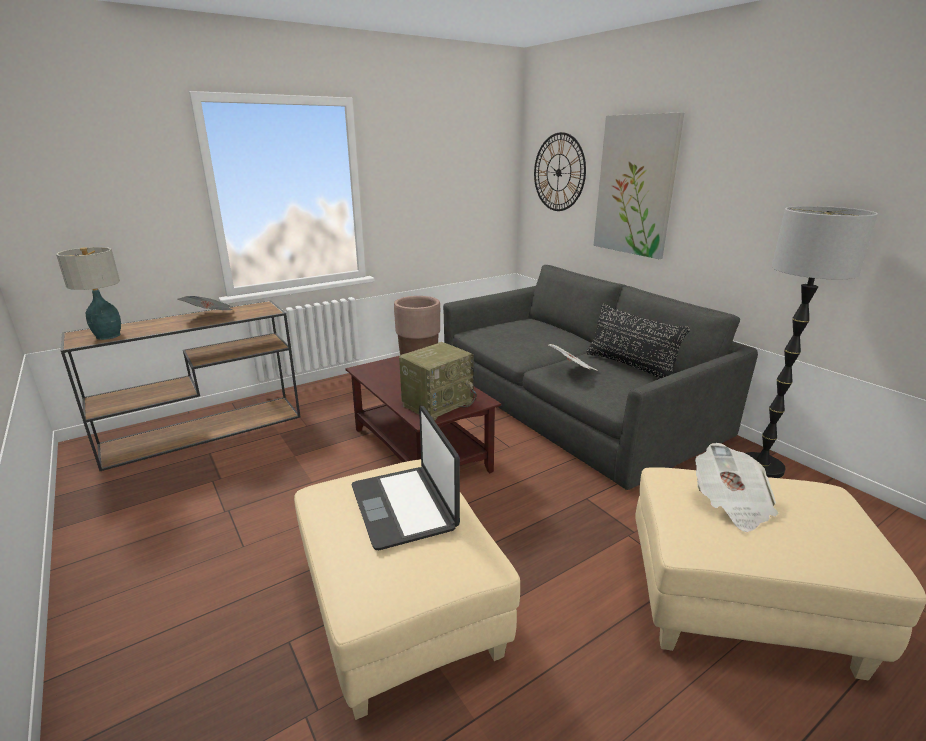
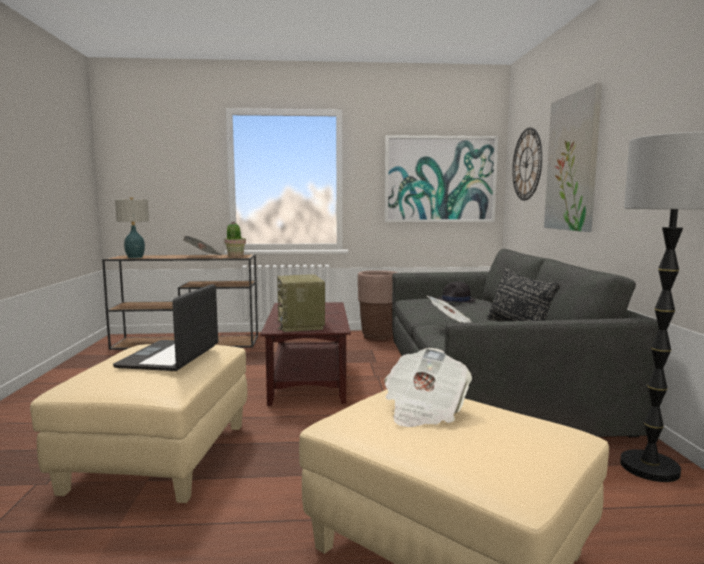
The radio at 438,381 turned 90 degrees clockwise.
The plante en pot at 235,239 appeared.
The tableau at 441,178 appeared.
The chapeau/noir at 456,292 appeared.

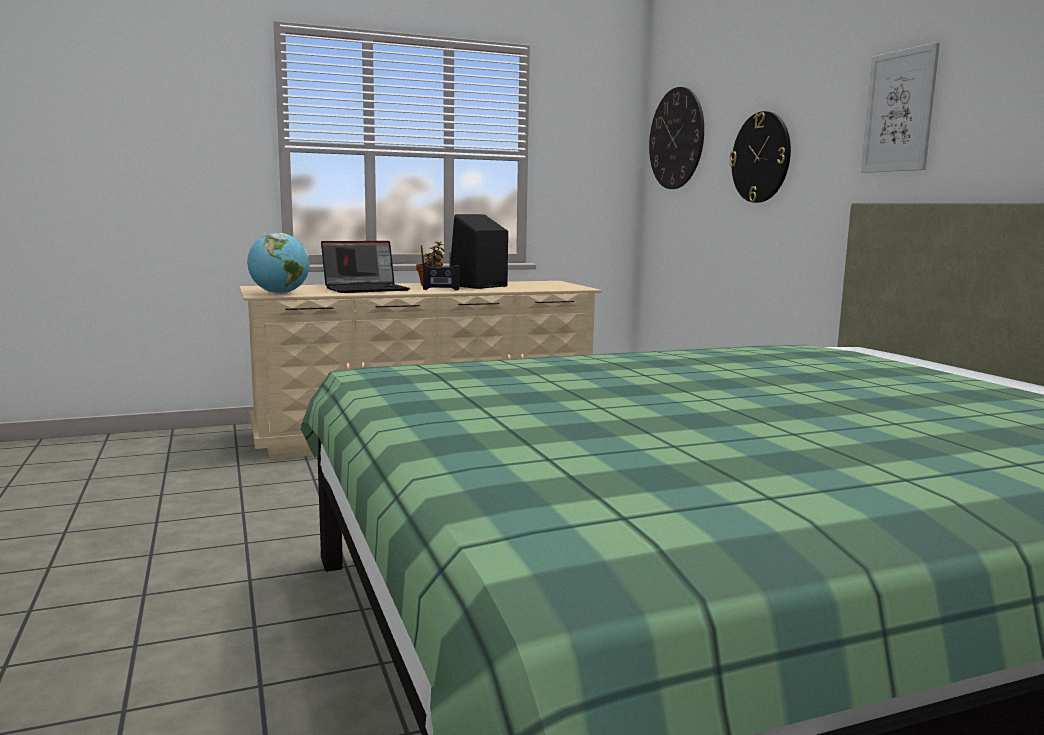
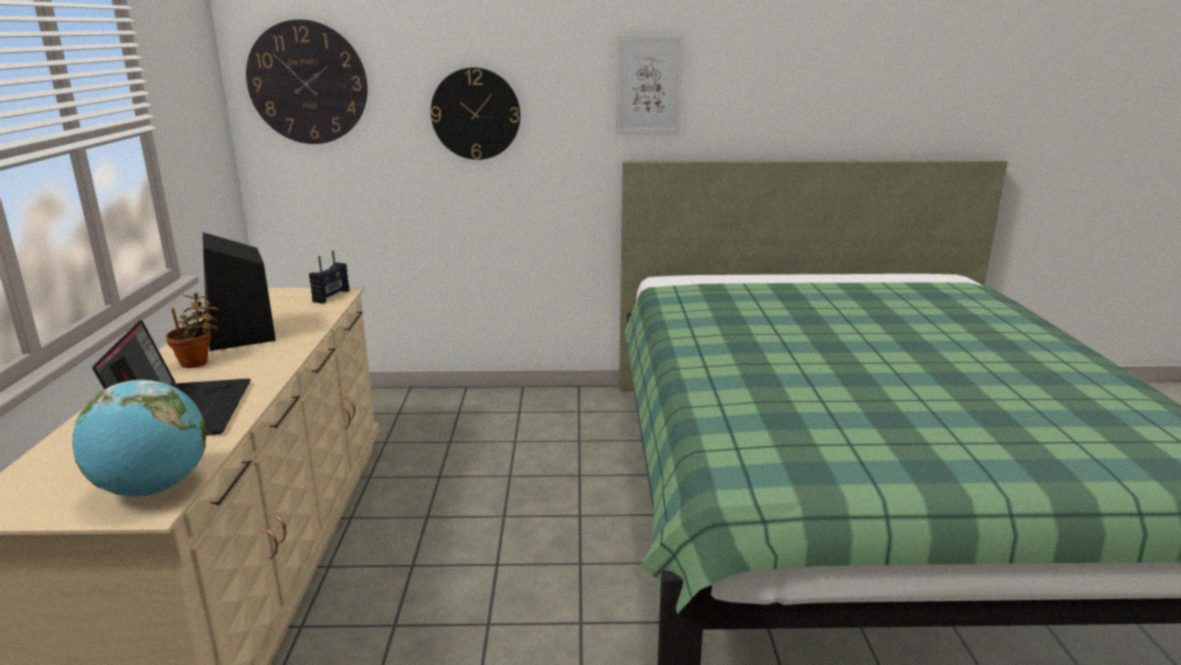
The radio moved from 441,271 to 329,277.

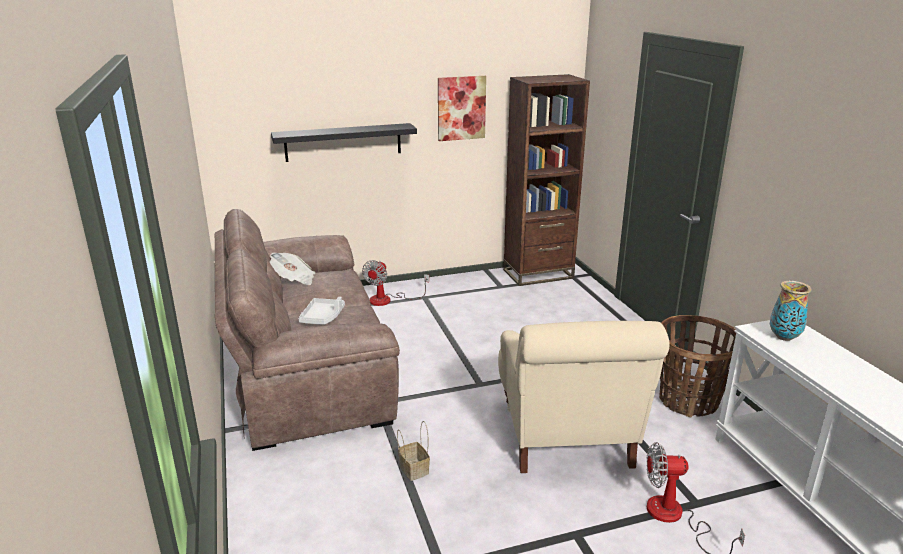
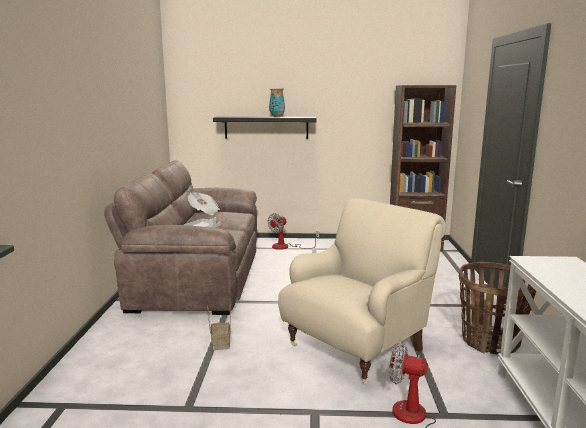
The tableau at 462,108 disappeared.
The fauteuil/beige at 584,397 turned 150 degrees counterclockwise.
The vase moved from 790,311 to 277,103.

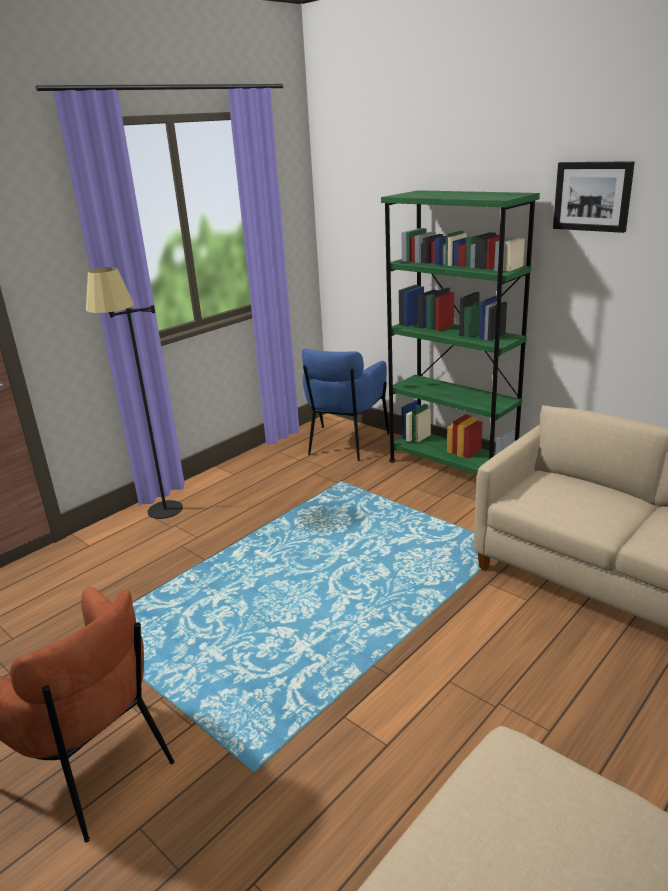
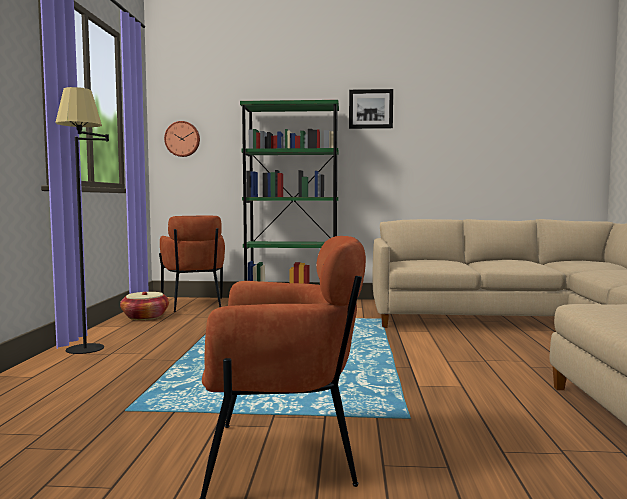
The fauteuil/bleu at 346,405 became the fauteuil/marron at 192,264.
The panier at 144,306 appeared.
The horloge murale at 182,139 appeared.

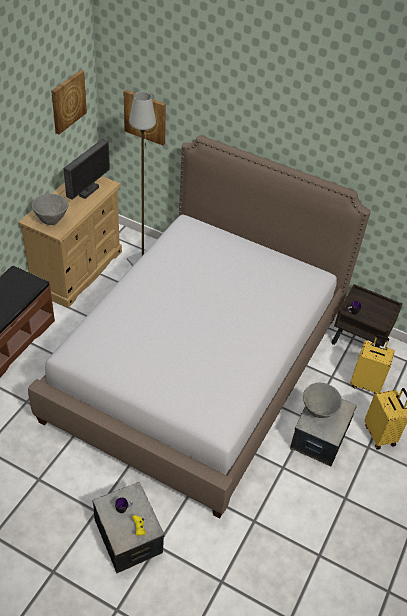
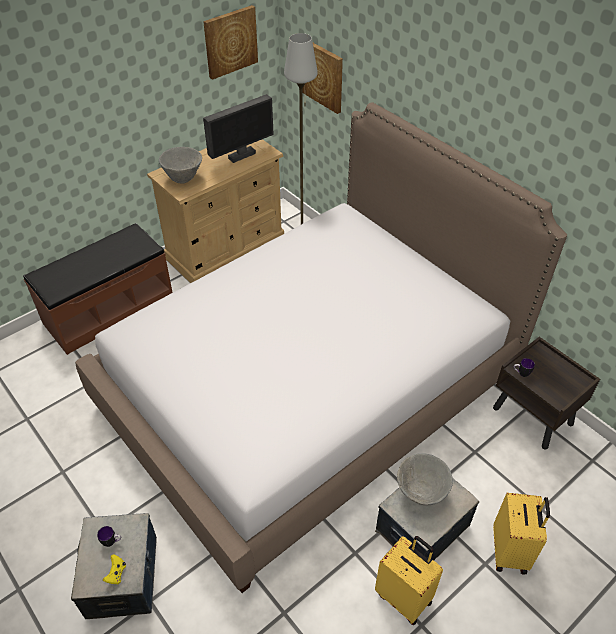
The valise/jaune moved from 372,364 to 409,580.

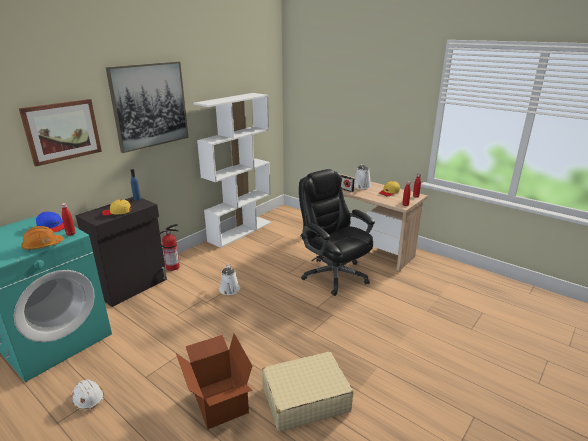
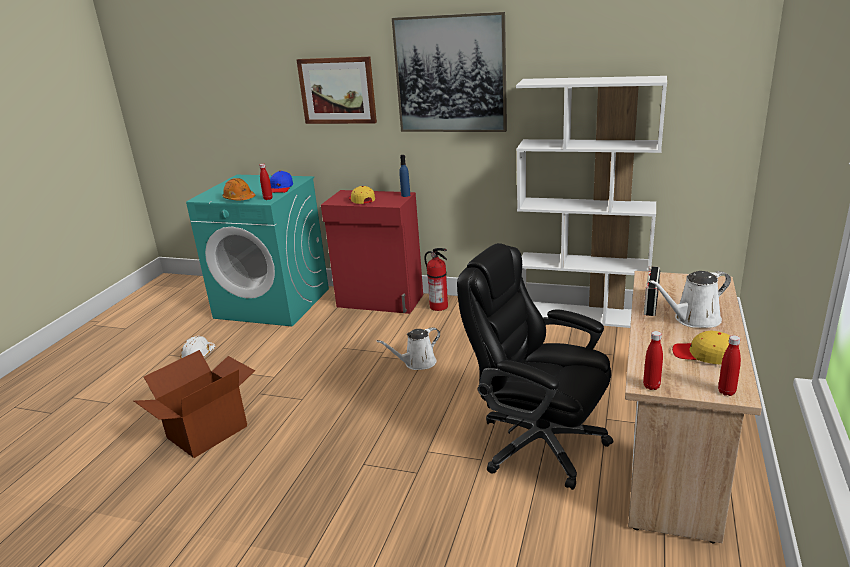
The meuble de rangement/noir at 121,252 became the meuble de rangement/rouge at 372,252.
The valise/beige at 307,392 disappeared.
The chaise de bureau/noir at 337,232 turned 90 degrees counterclockwise.

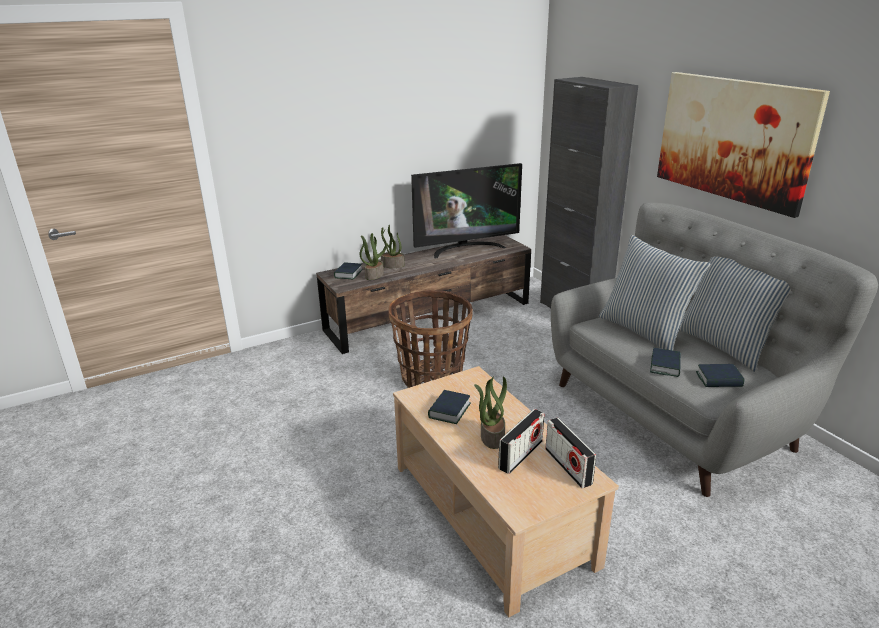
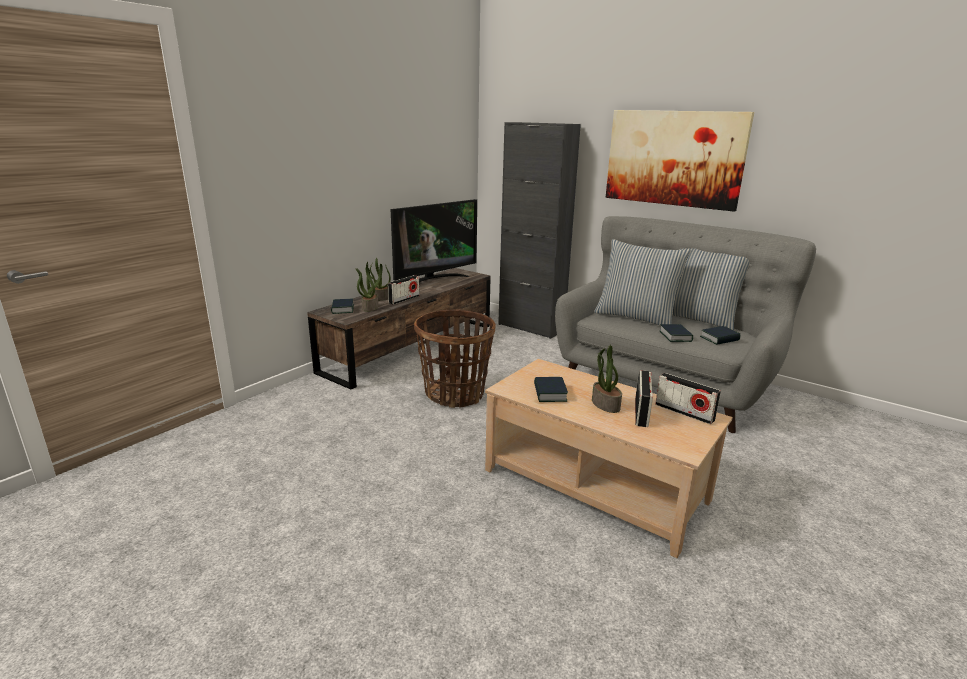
The radio at 404,290 appeared.

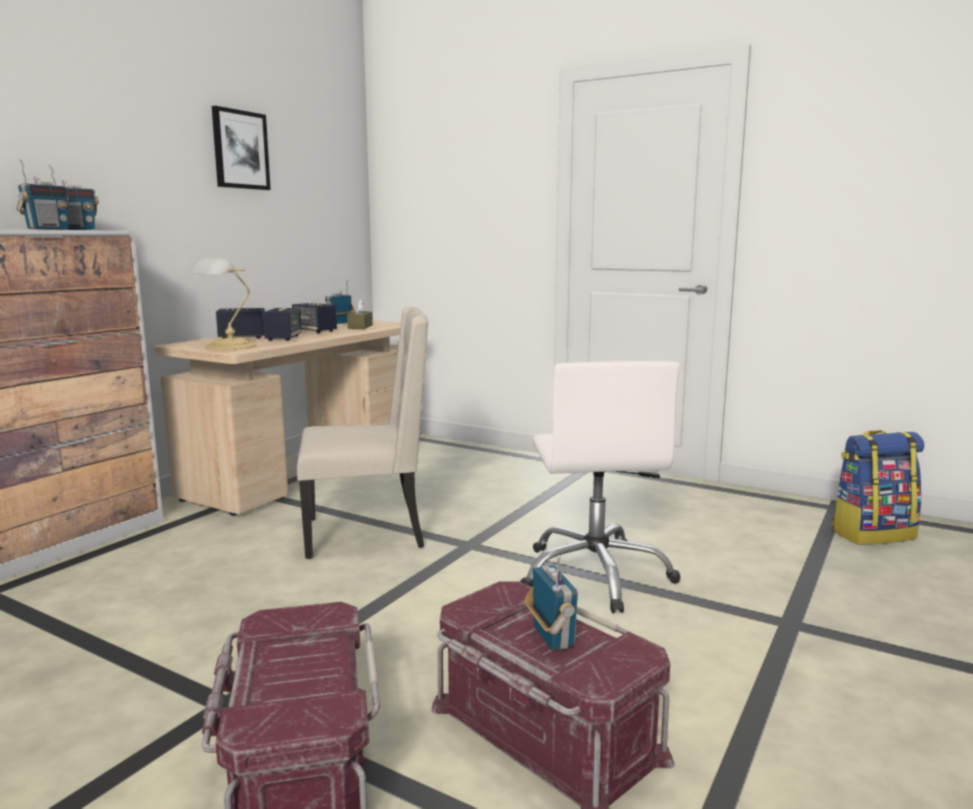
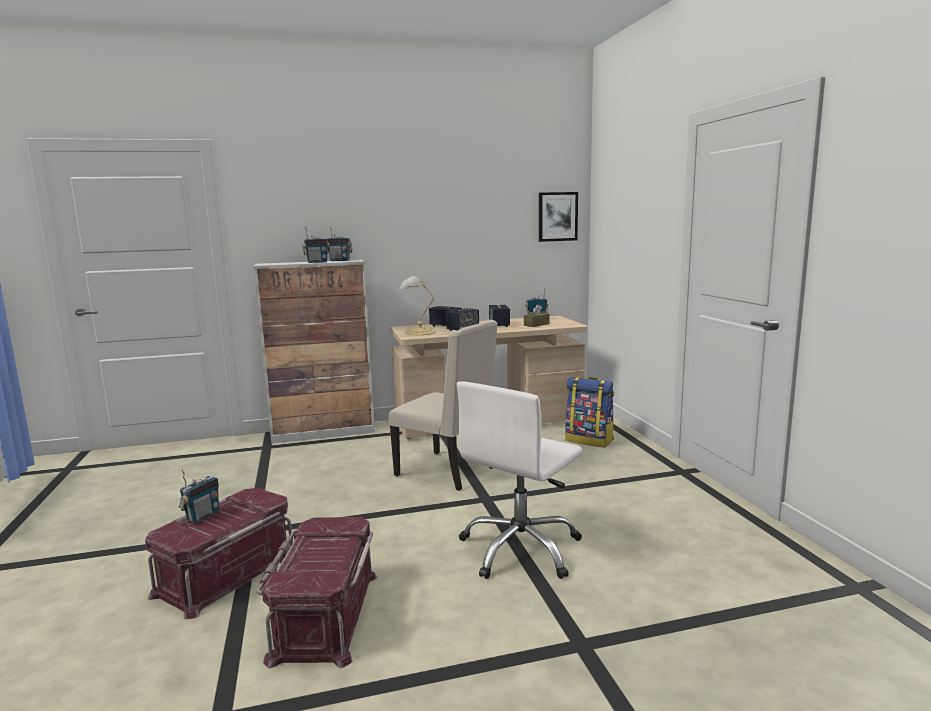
The tableau moved from 241,148 to 558,217.
The radio moved from 551,602 to 199,496.
The sac à dos moved from 878,487 to 589,412.

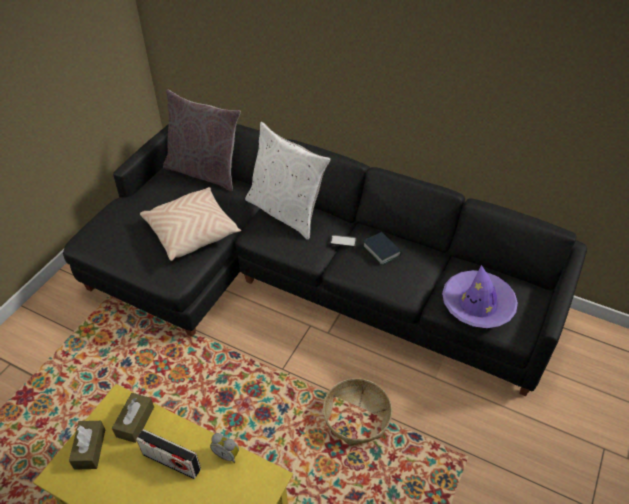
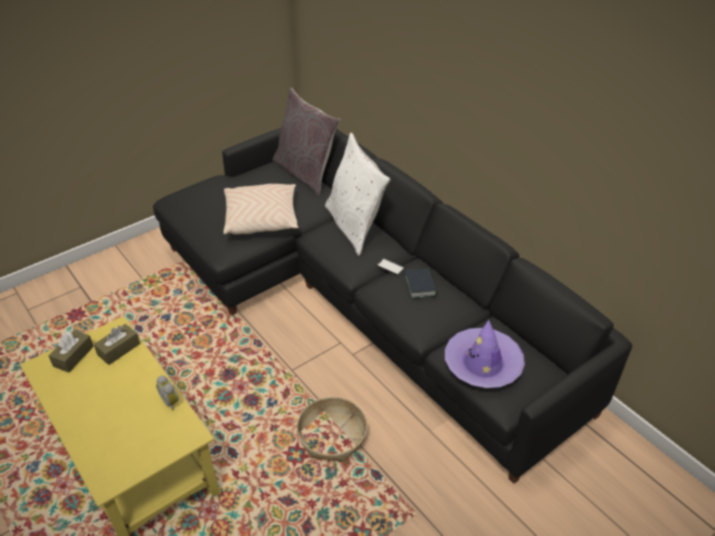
The radio at 168,454 disappeared.

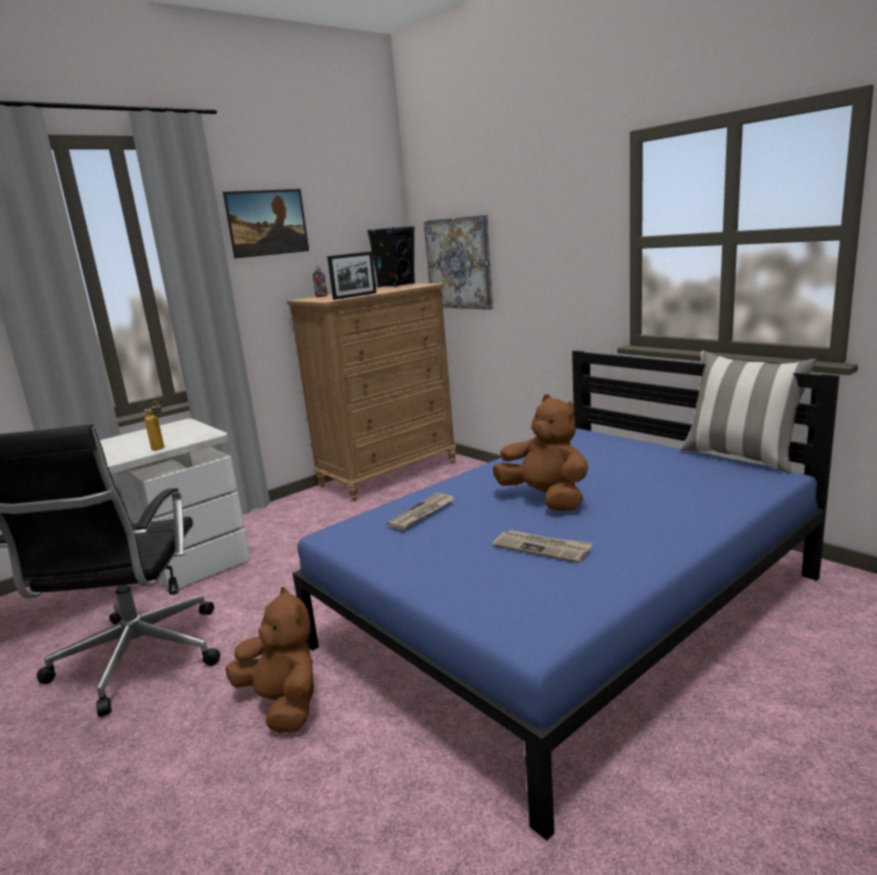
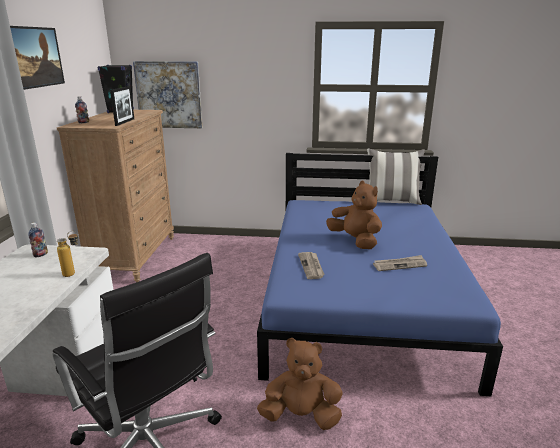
The peluche/marron at 540,452 turned 45 degrees clockwise.
The bouteille at 38,239 appeared.

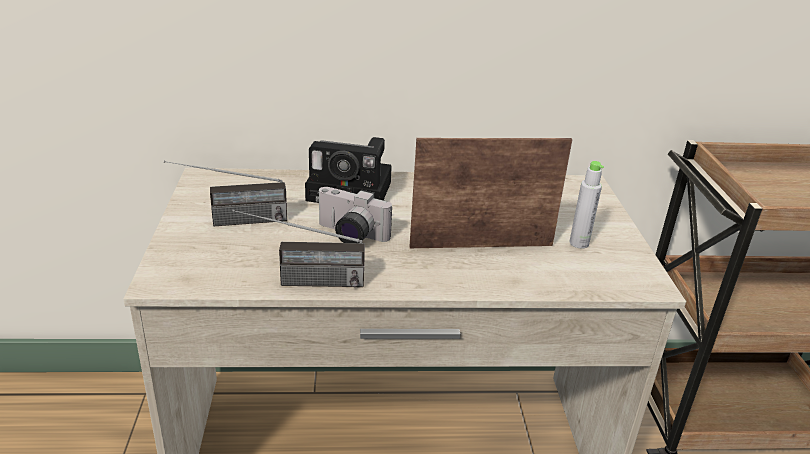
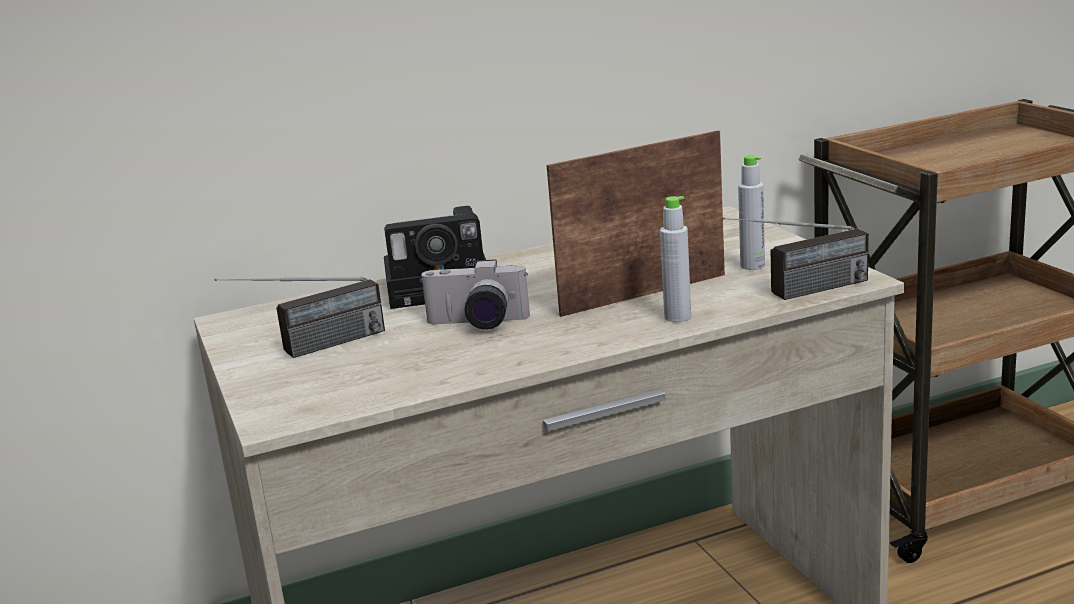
The radio moved from 298,248 to 795,258.
The bouteille/gris at 675,259 appeared.

